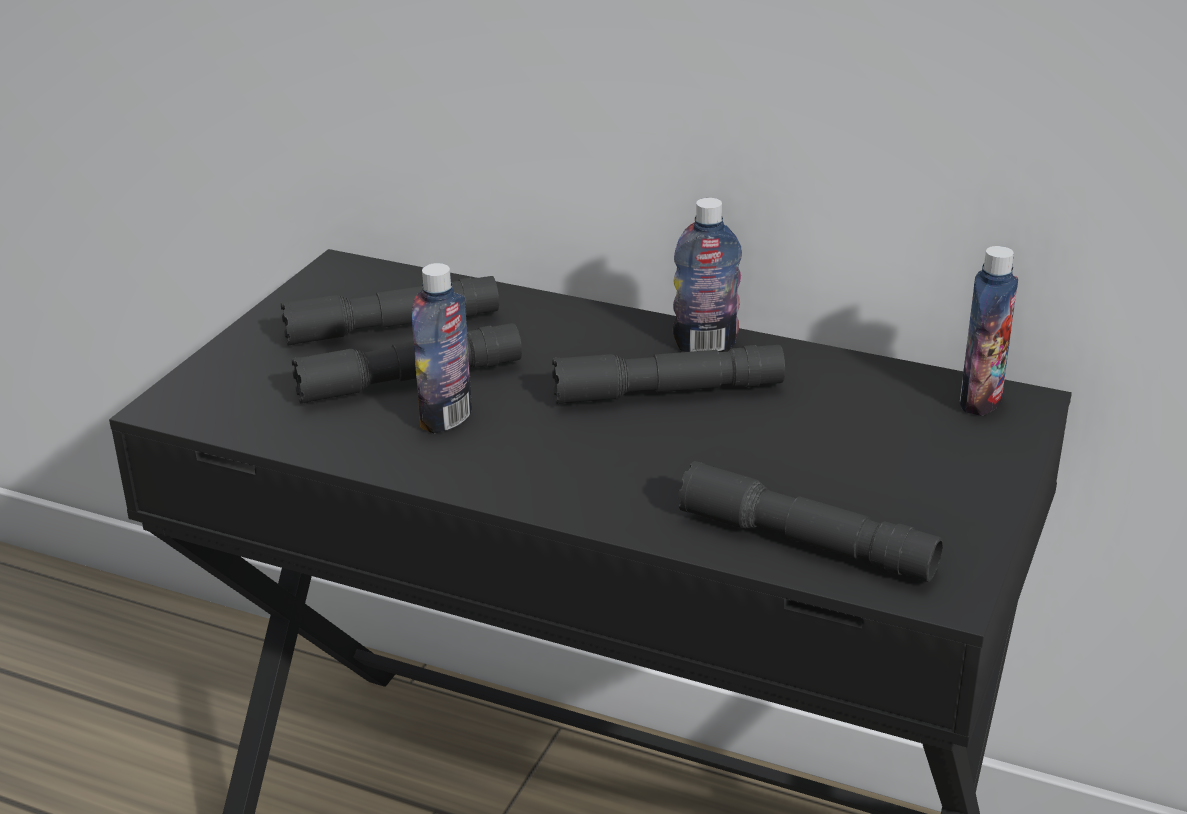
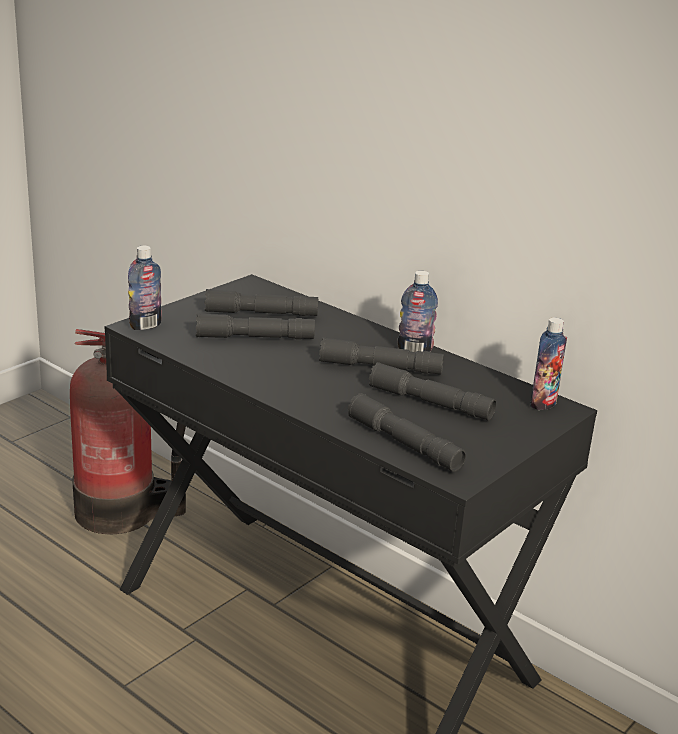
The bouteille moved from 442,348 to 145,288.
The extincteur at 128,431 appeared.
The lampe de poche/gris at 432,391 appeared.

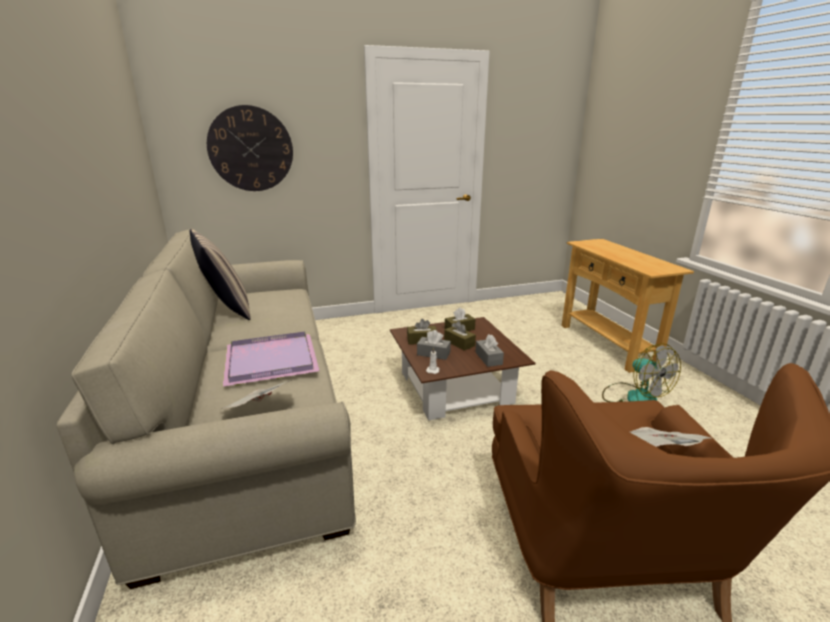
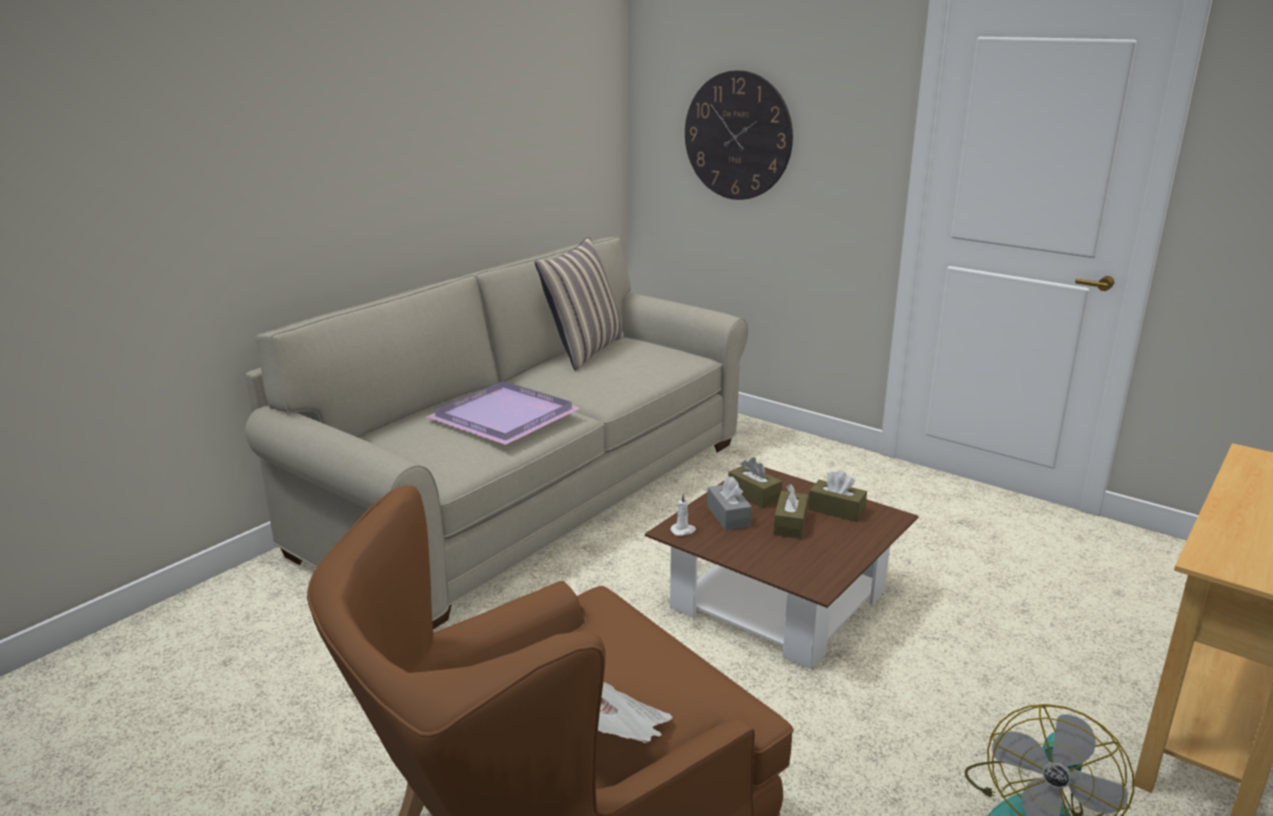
The journal at 255,395 disappeared.
The boîte à mouchoirs/gris at 489,350 disappeared.

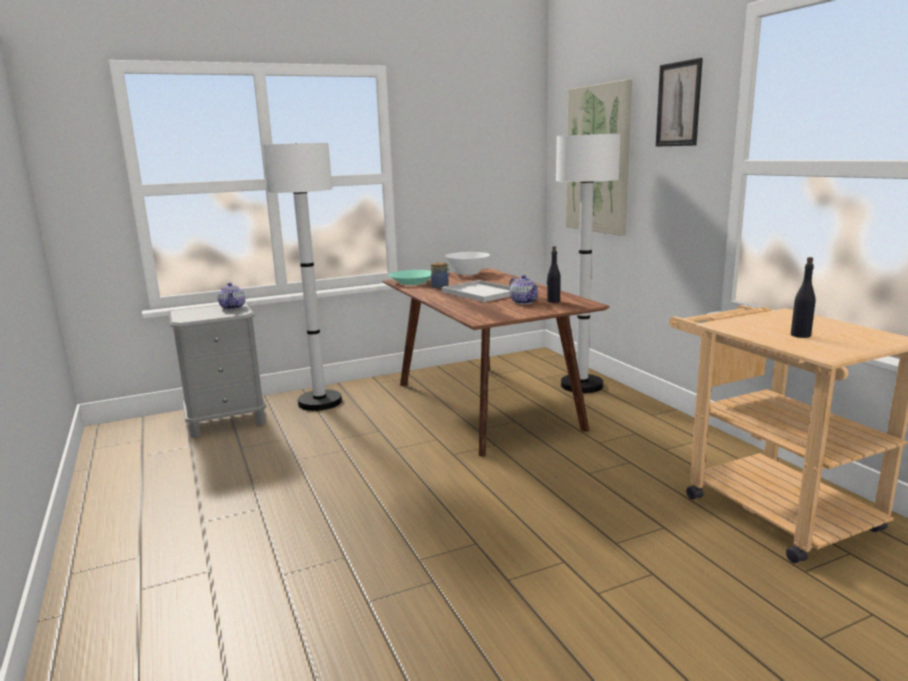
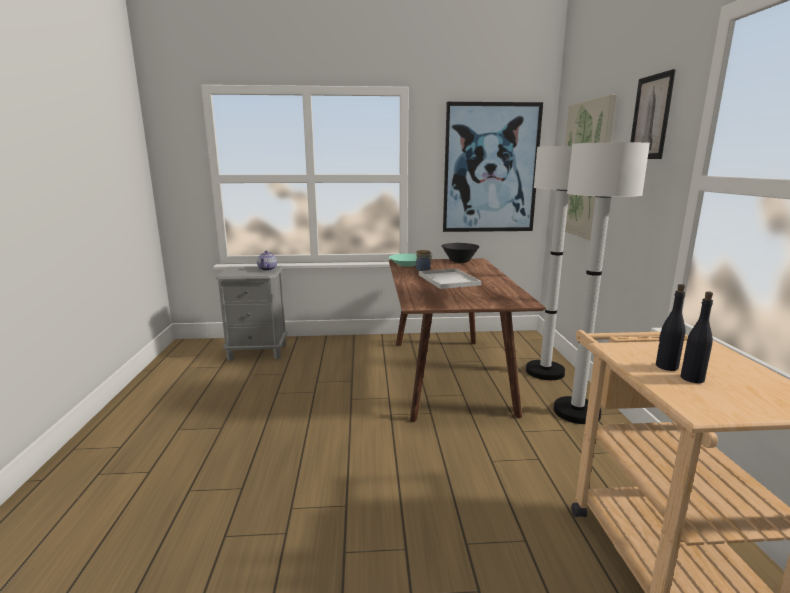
The lampadaire/blanc moved from 302,277 to 601,283.
The bol/blanc at 467,263 became the bol/noir at 461,253.
The théière at 524,289 disappeared.
The bouteille/noir moved from 554,274 to 670,327.
The tableau at 493,167 appeared.

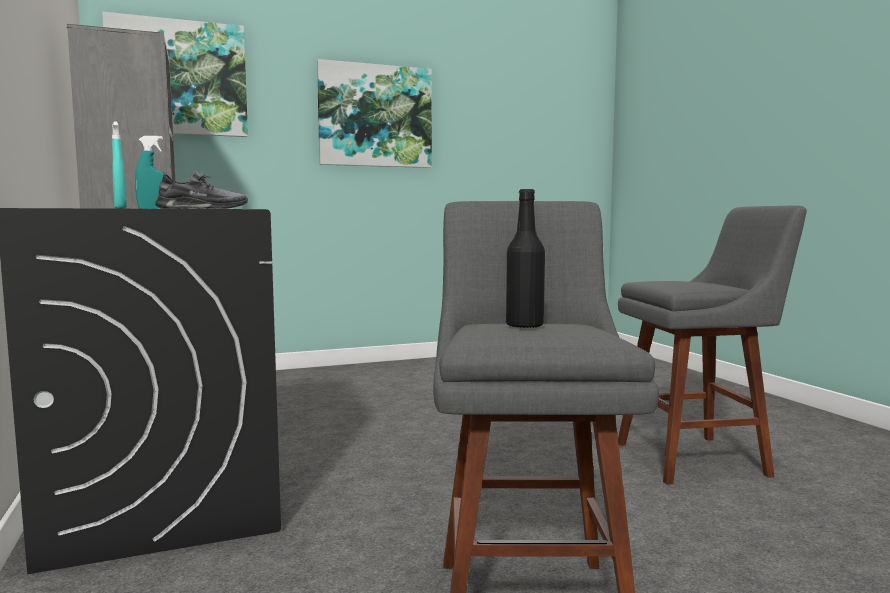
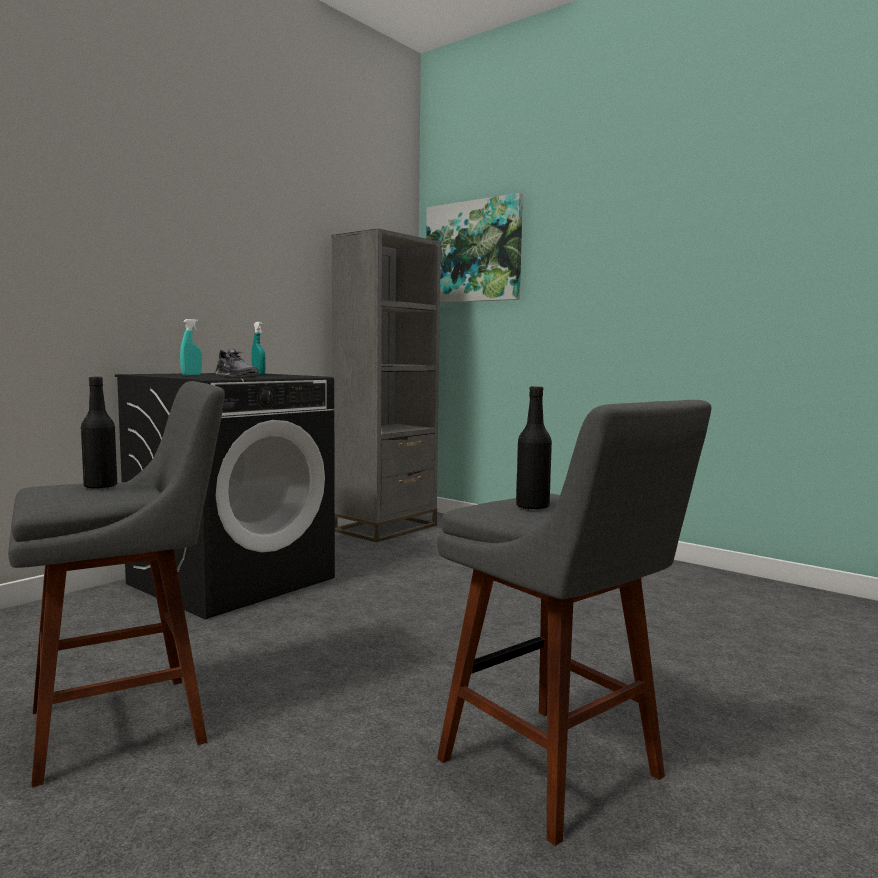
The tableau at 374,113 disappeared.
The bouteille/noir at 534,448 appeared.

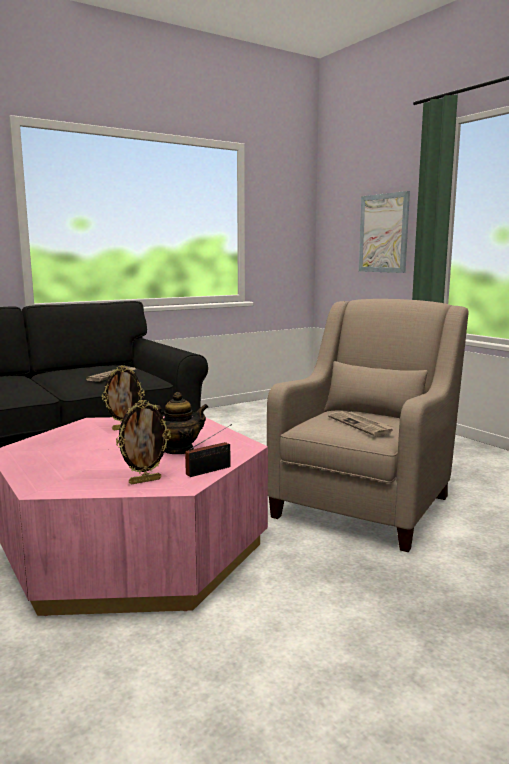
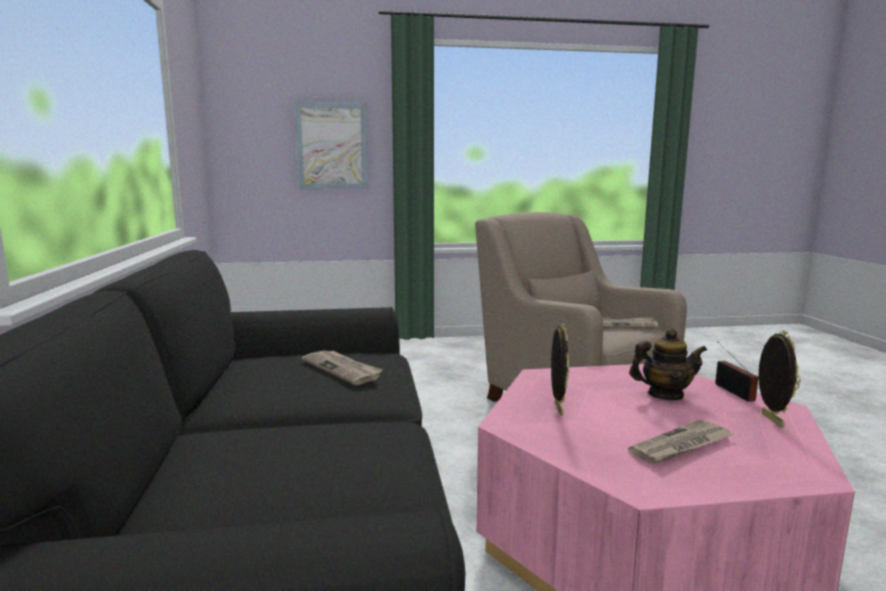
The théière at 182,423 turned 90 degrees clockwise.
The journal at 681,441 appeared.

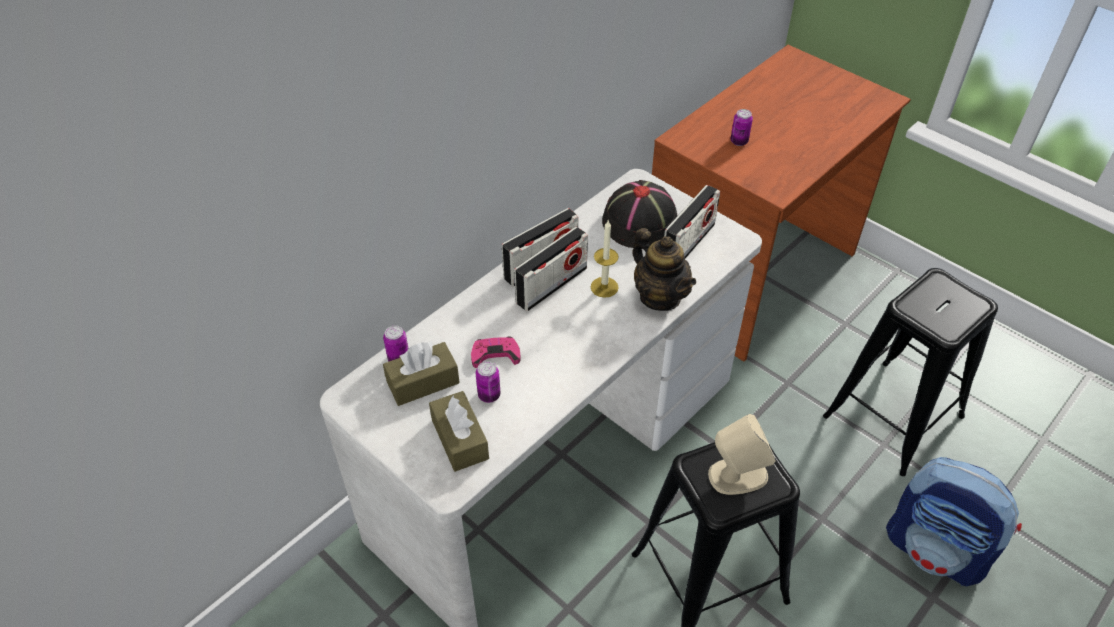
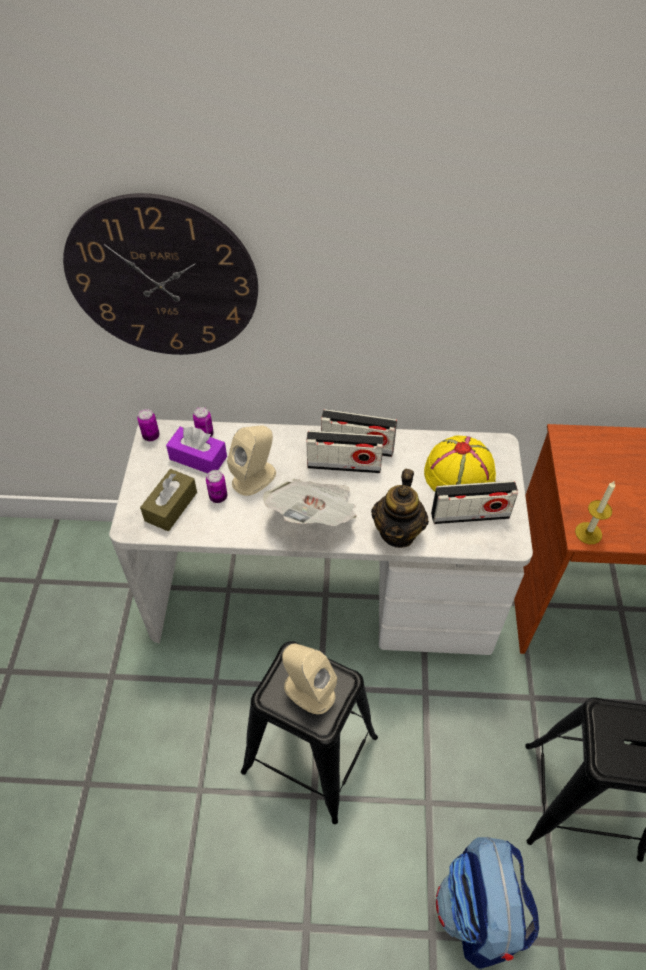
The boîte à mouchoirs/marron at 421,373 became the boîte à mouchoirs/violet at 196,450.
The manette/rose at 495,352 was replaced by the enceinte/beige at 251,460.
The bougie moved from 605,259 to 595,512.
The chapeau/noir at 640,214 became the chapeau/jaune at 460,464.
The boîte métallique moved from 742,127 to 148,425.
The horloge murale at 160,274 appeared.
The journal at 309,502 appeared.

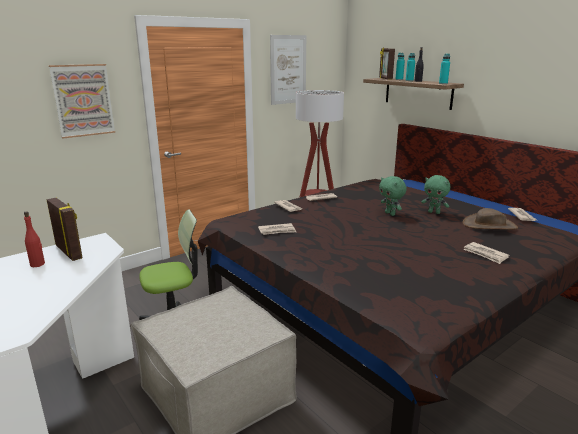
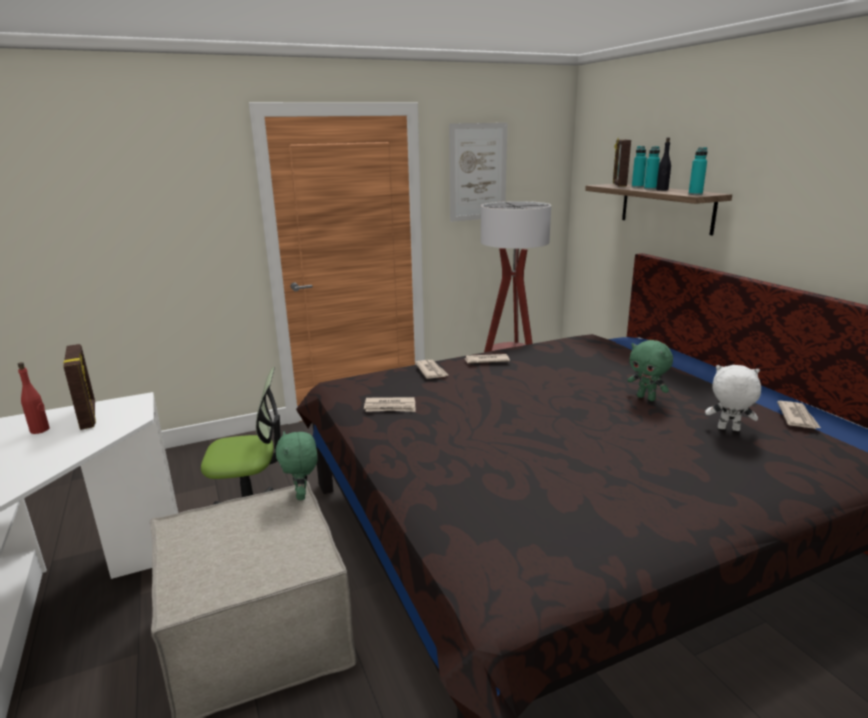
The tableau at 82,101 disappeared.
The peluche/vert moved from 393,196 to 296,465.
The chapeau/marron at 490,219 was replaced by the peluche/blanc at 733,398.
The journal at 486,253 disappeared.

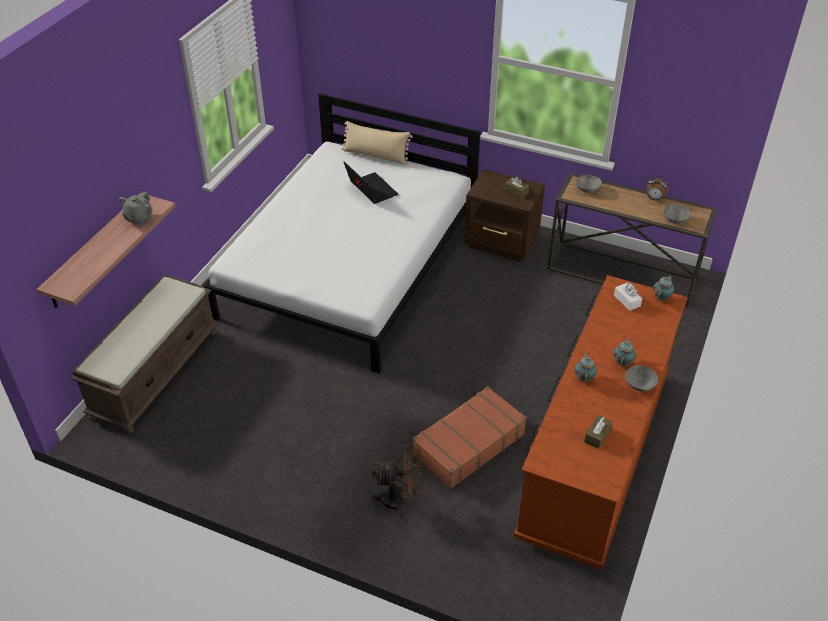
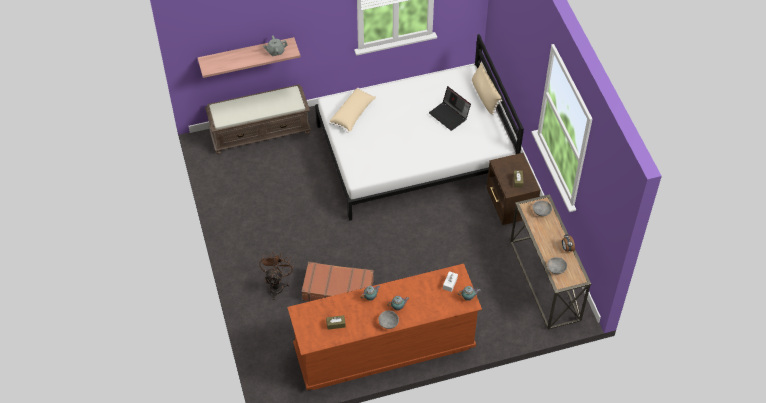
The ordinateur portable at 370,182 turned 120 degrees clockwise.
The ventilateur/marron at 396,480 turned 135 degrees counterclockwise.
The coussin/beige at 352,110 appeared.

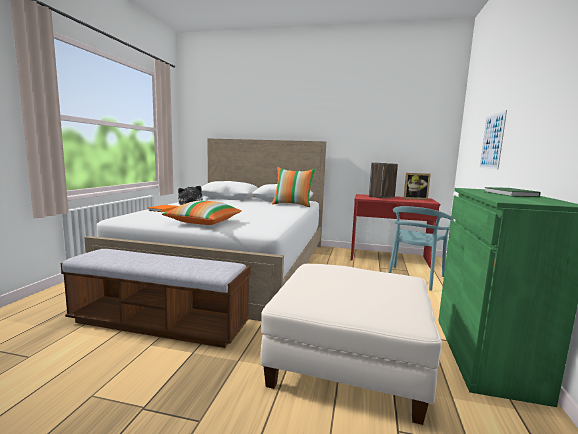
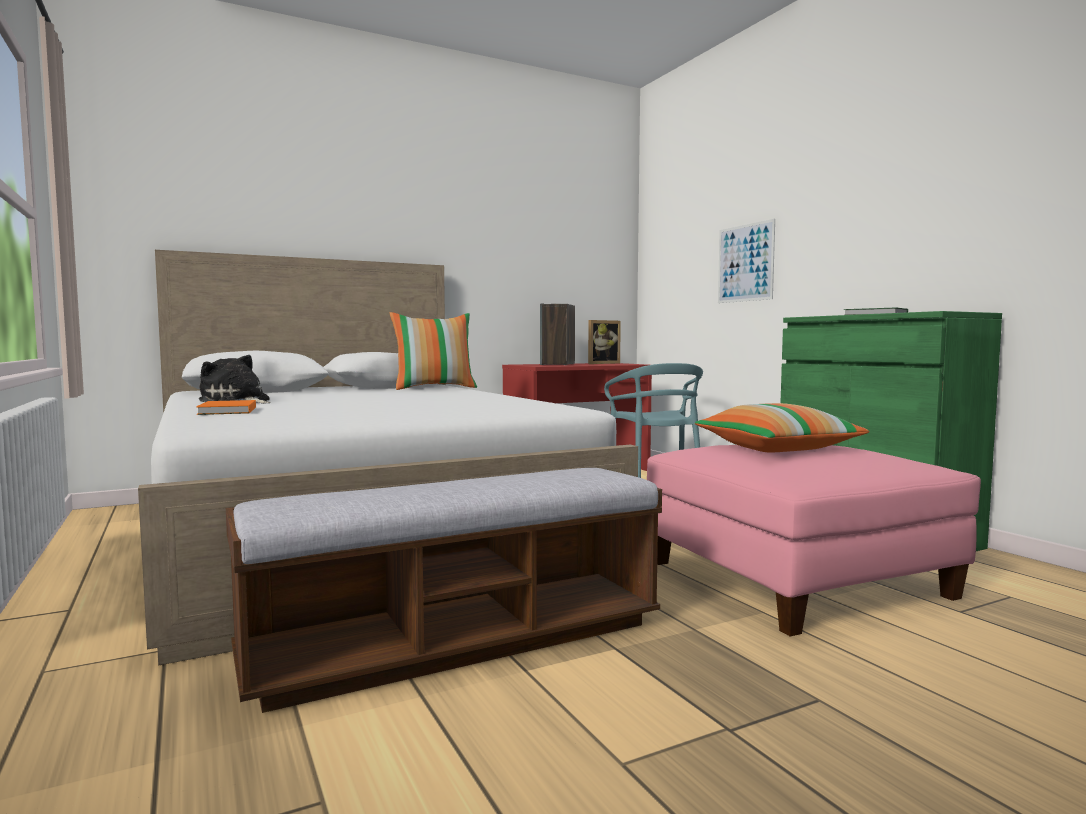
The coussin moved from 202,212 to 782,428.
The pouf/blanc at 351,344 became the pouf/rose at 814,541.

